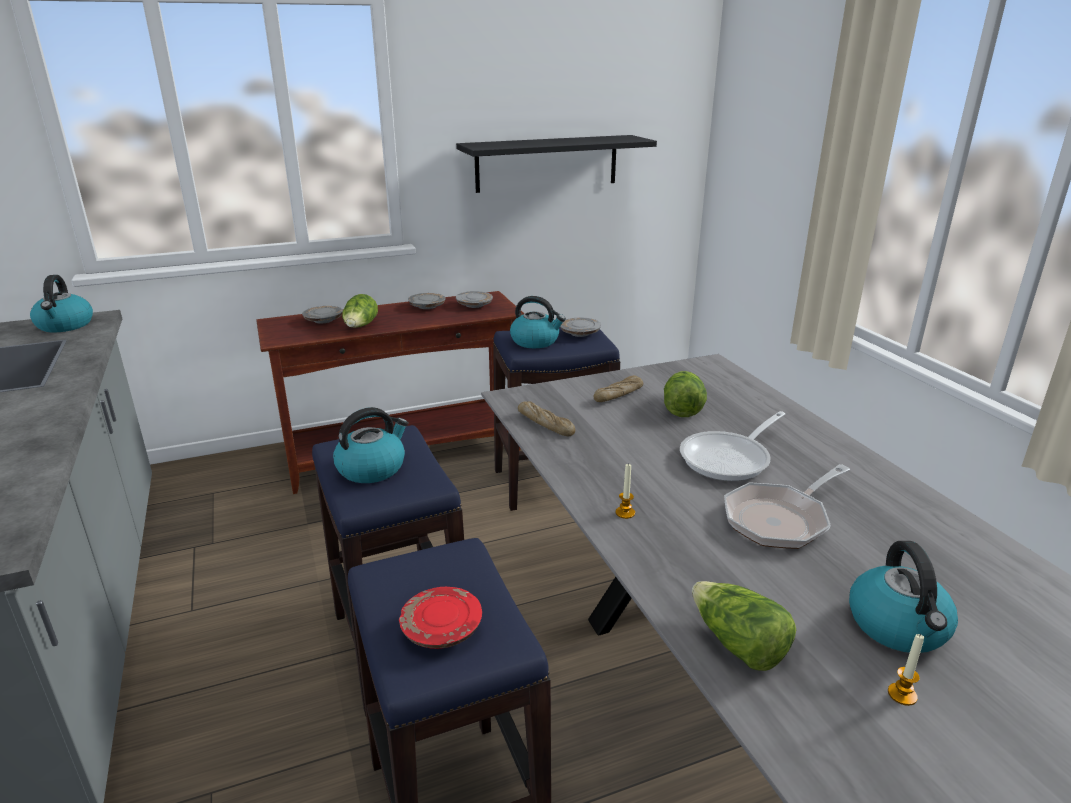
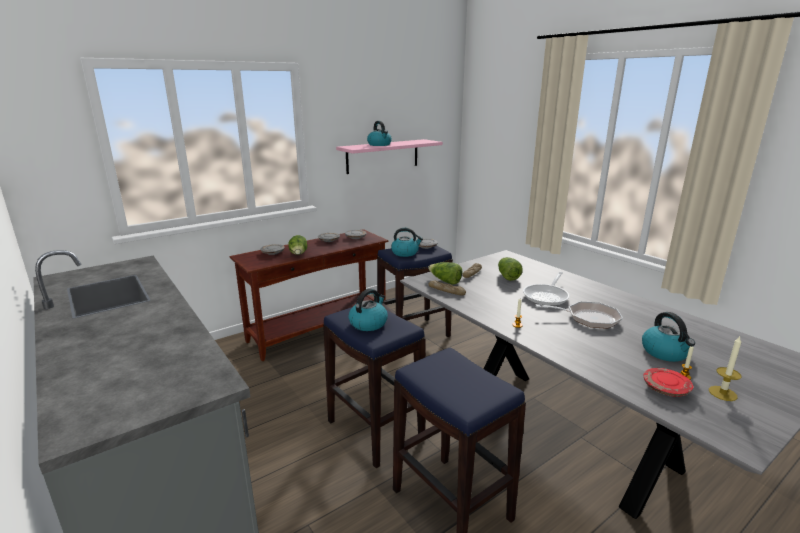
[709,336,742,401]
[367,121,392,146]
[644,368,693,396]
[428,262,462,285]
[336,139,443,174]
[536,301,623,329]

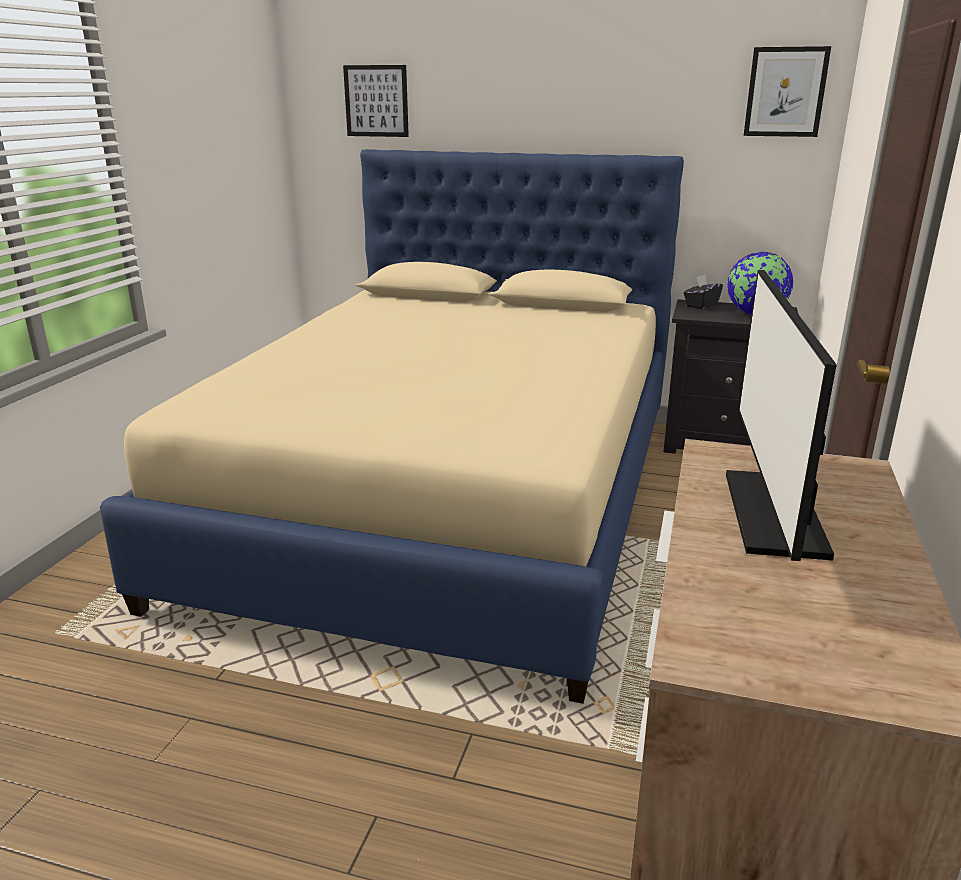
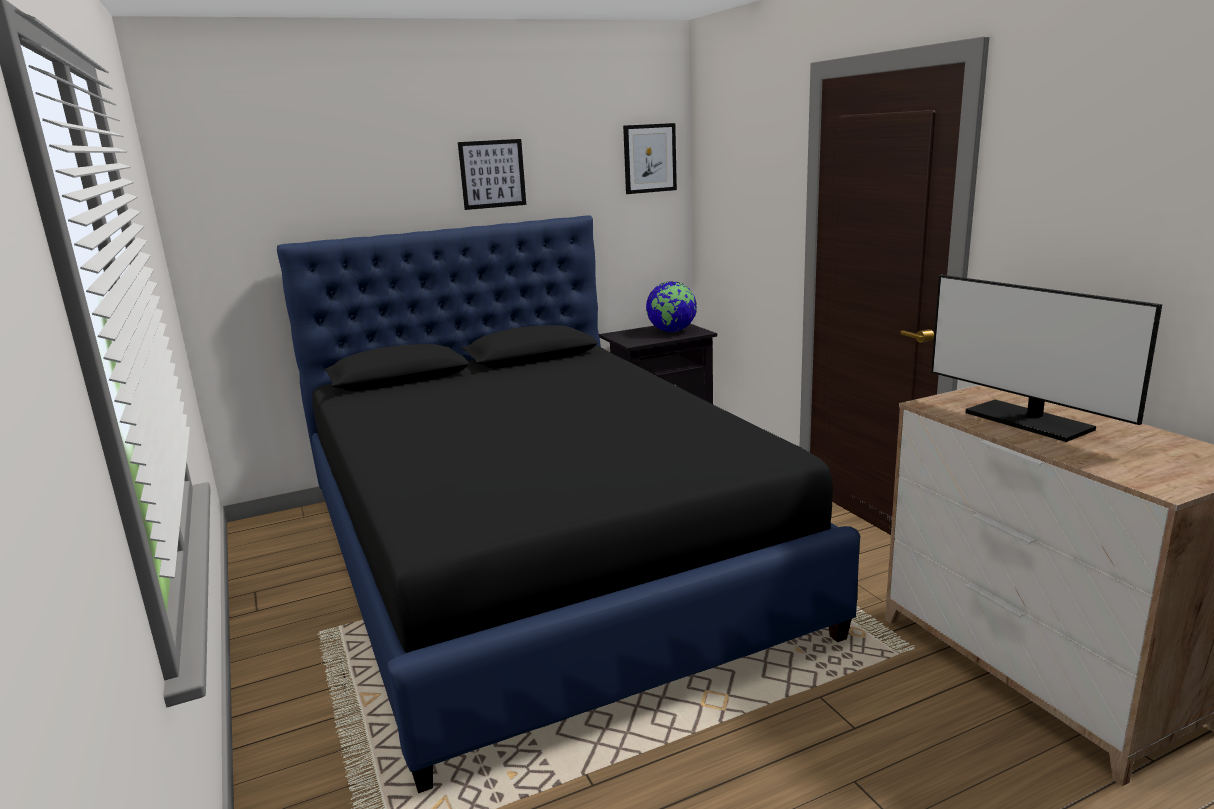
[684,274,723,309] (first image)
[458,139,526,210]
[277,215,860,793]

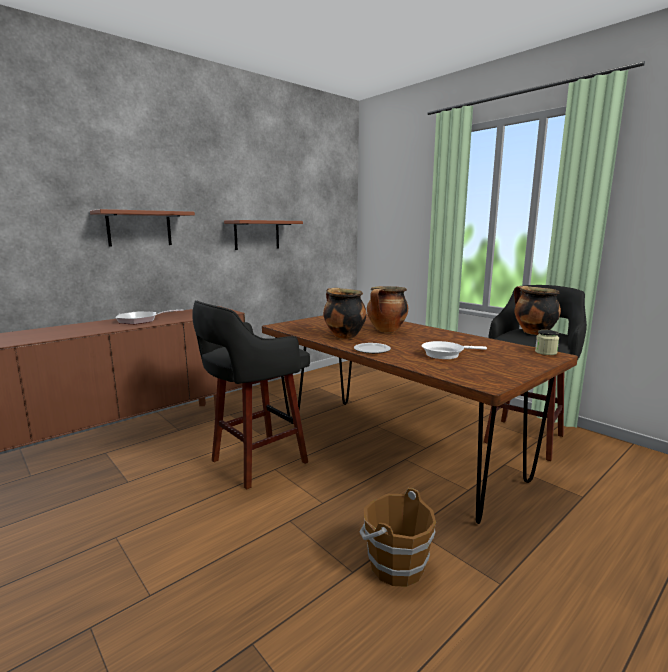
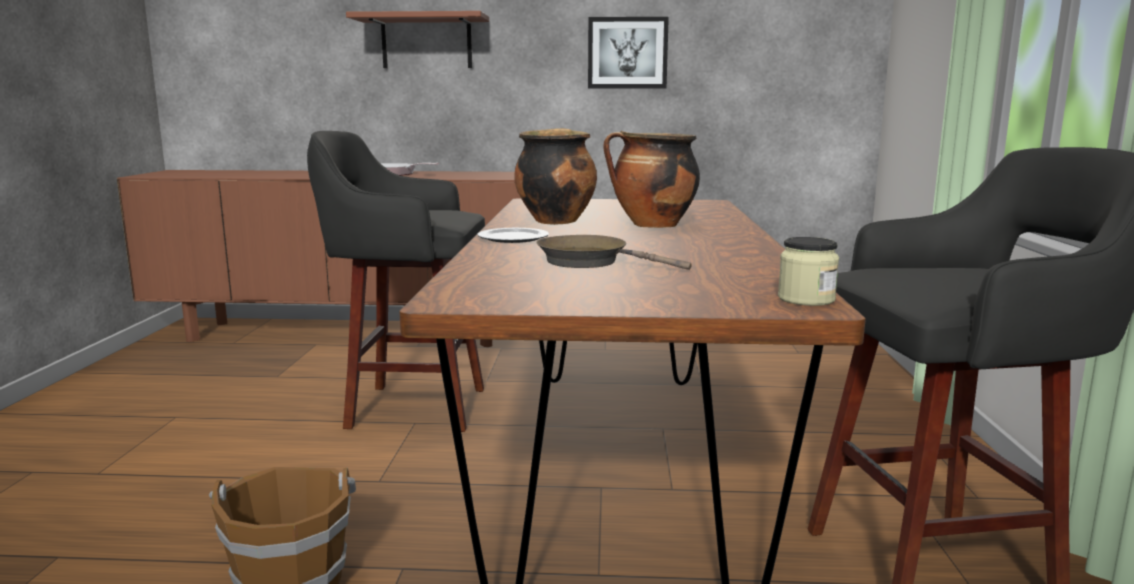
[514,286,561,335] (first image)
[588,17,669,89]
[537,235,692,270]

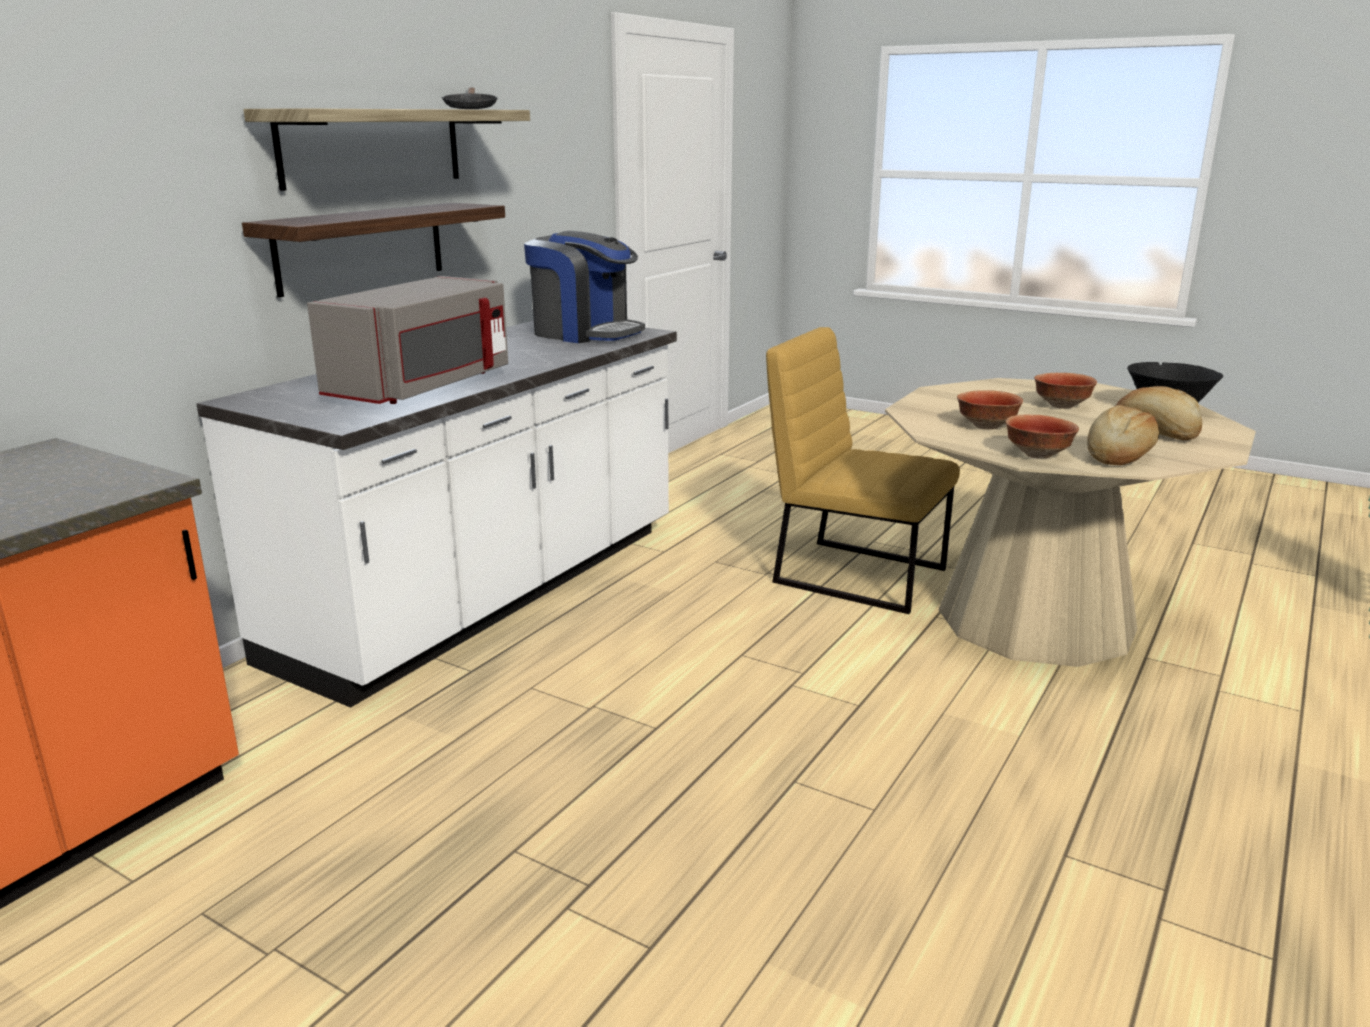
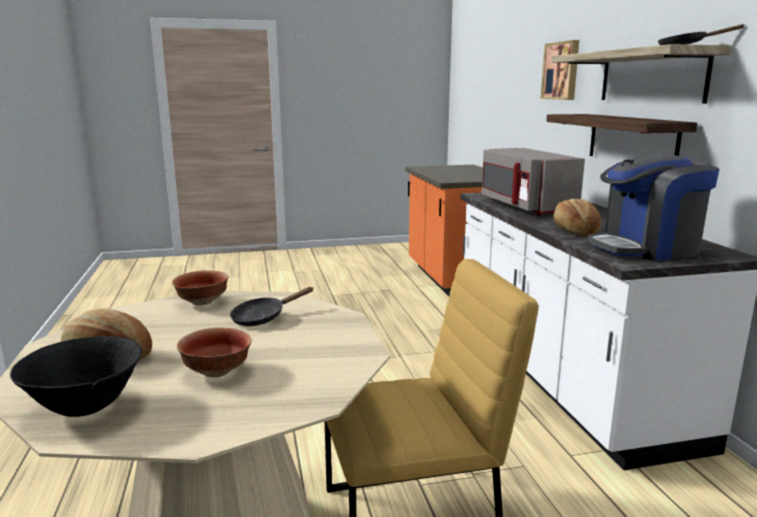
[540,40,579,100]
[553,199,601,236]
[230,287,314,326]

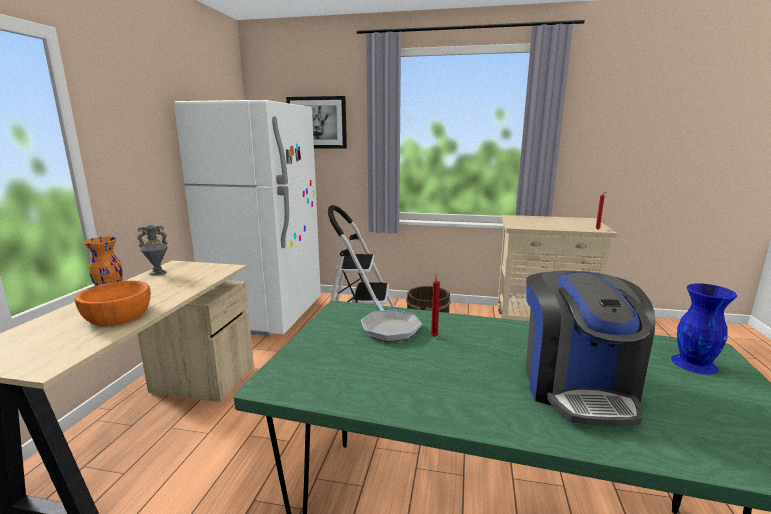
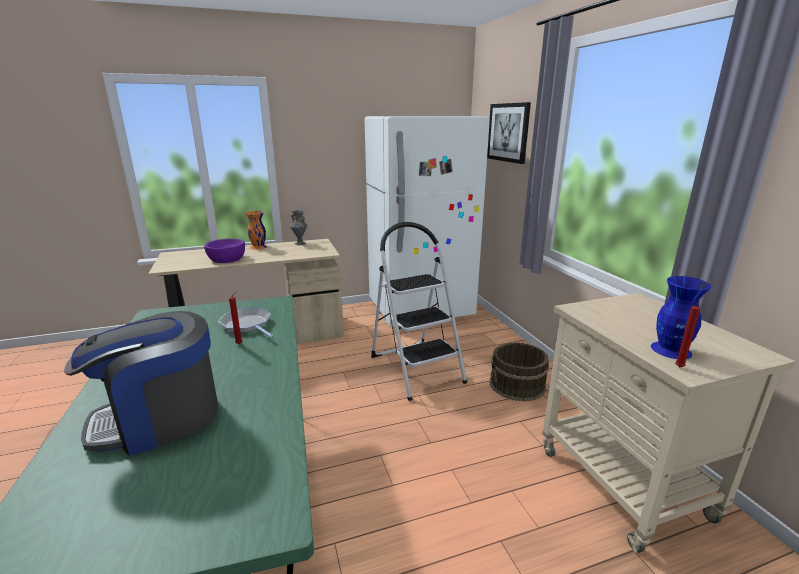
[651,276,711,359]
[204,238,245,263]
[218,308,274,338]

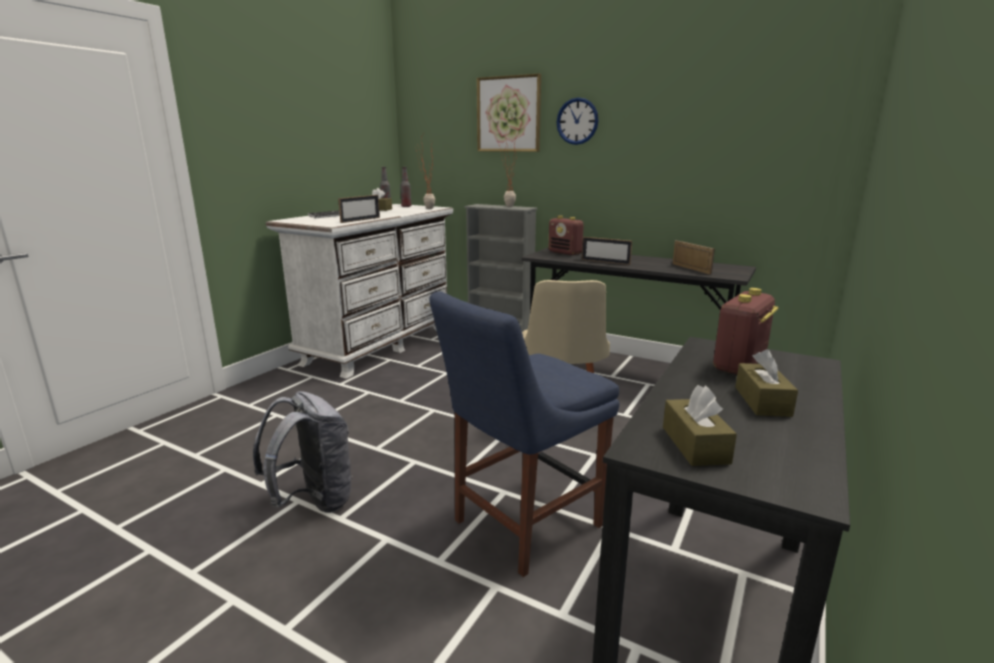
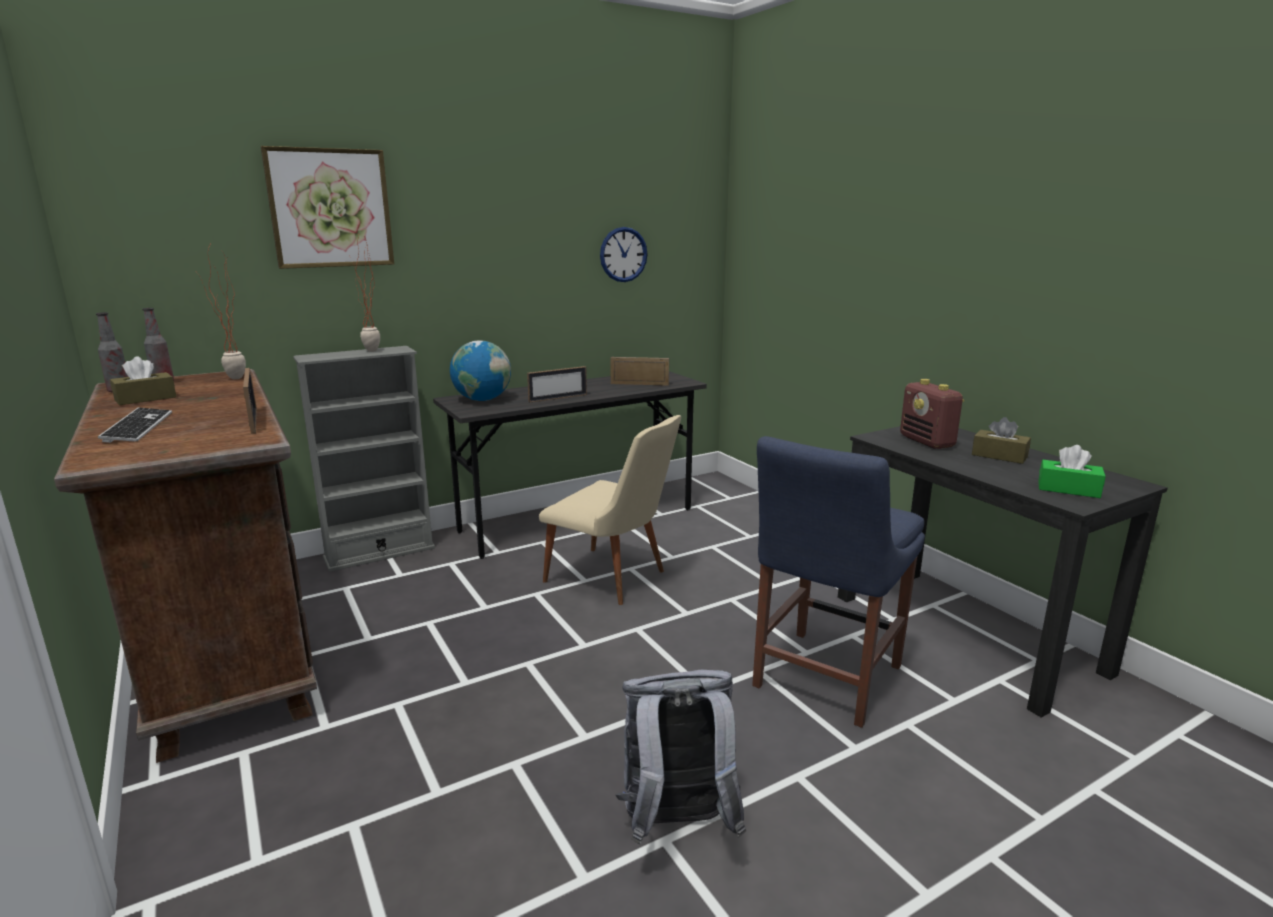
[600,227,648,282]
[450,340,511,401]
[54,369,317,763]
[1038,445,1106,498]
[752,436,925,728]

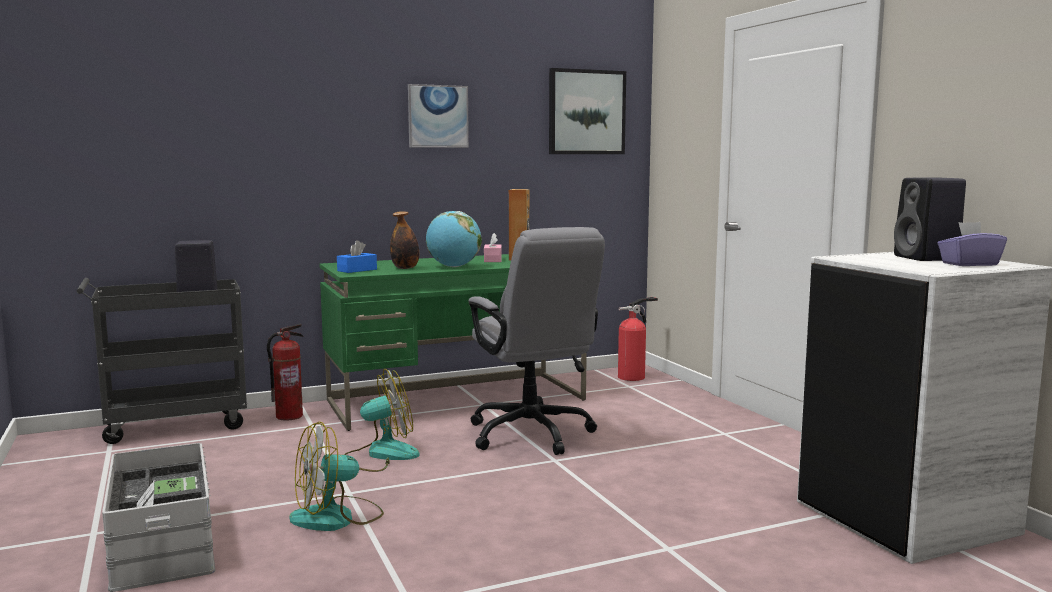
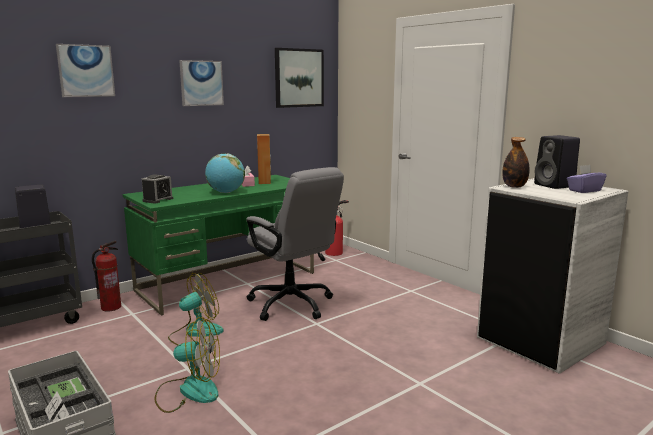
[56,44,115,97]
[502,137,529,188]
[142,174,173,204]
[155,317,220,413]

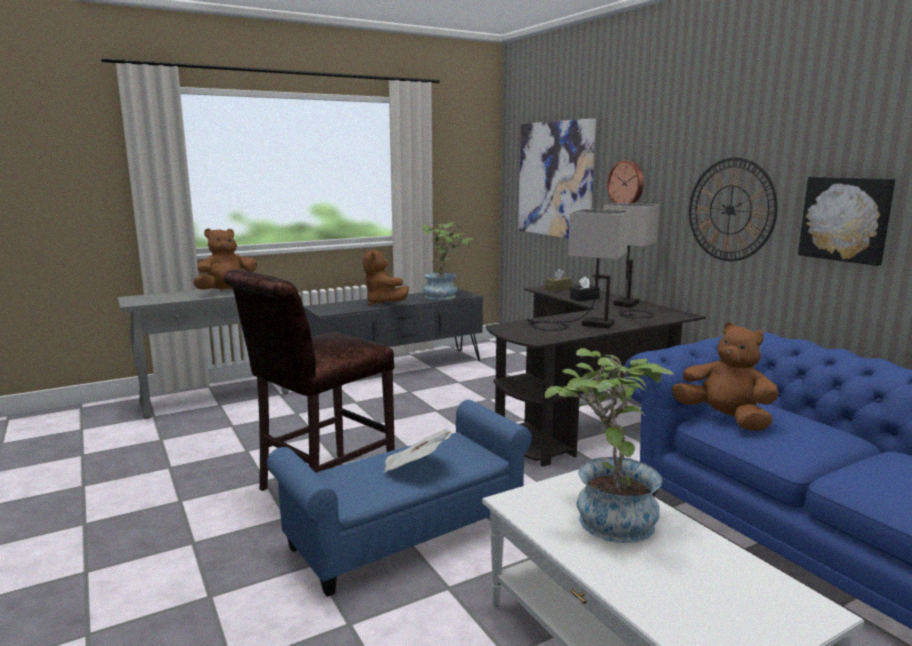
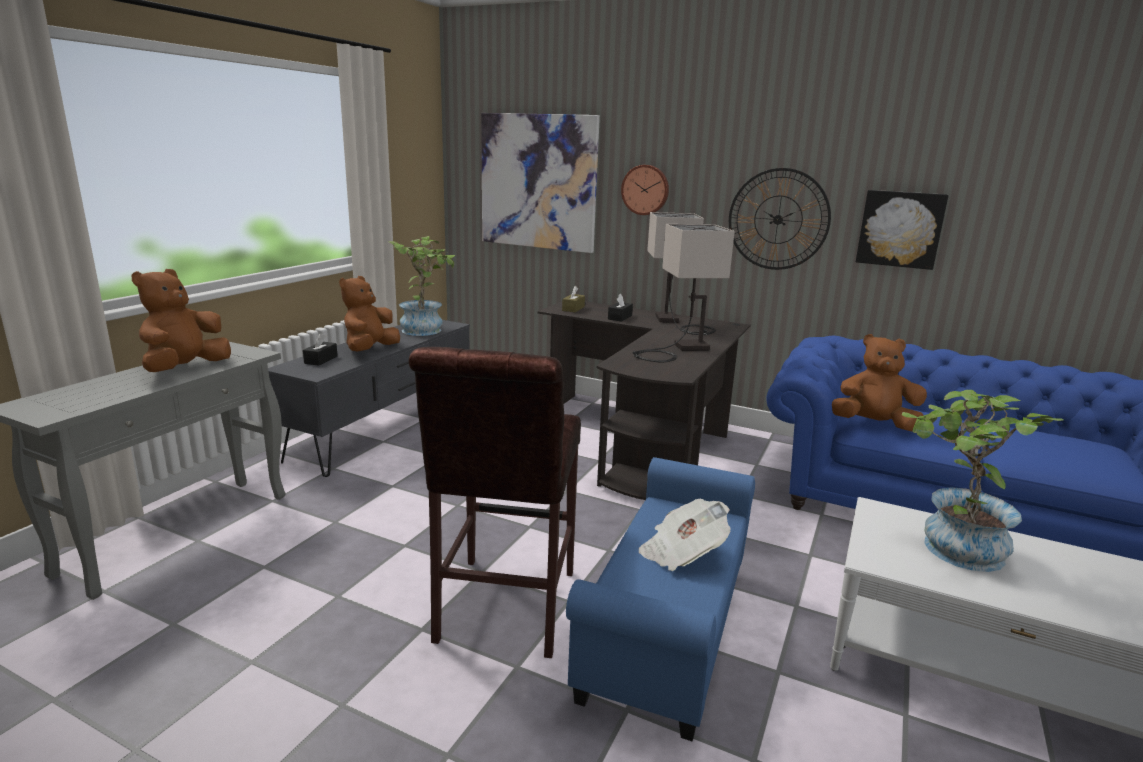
[303,333,338,366]
[339,276,400,352]

